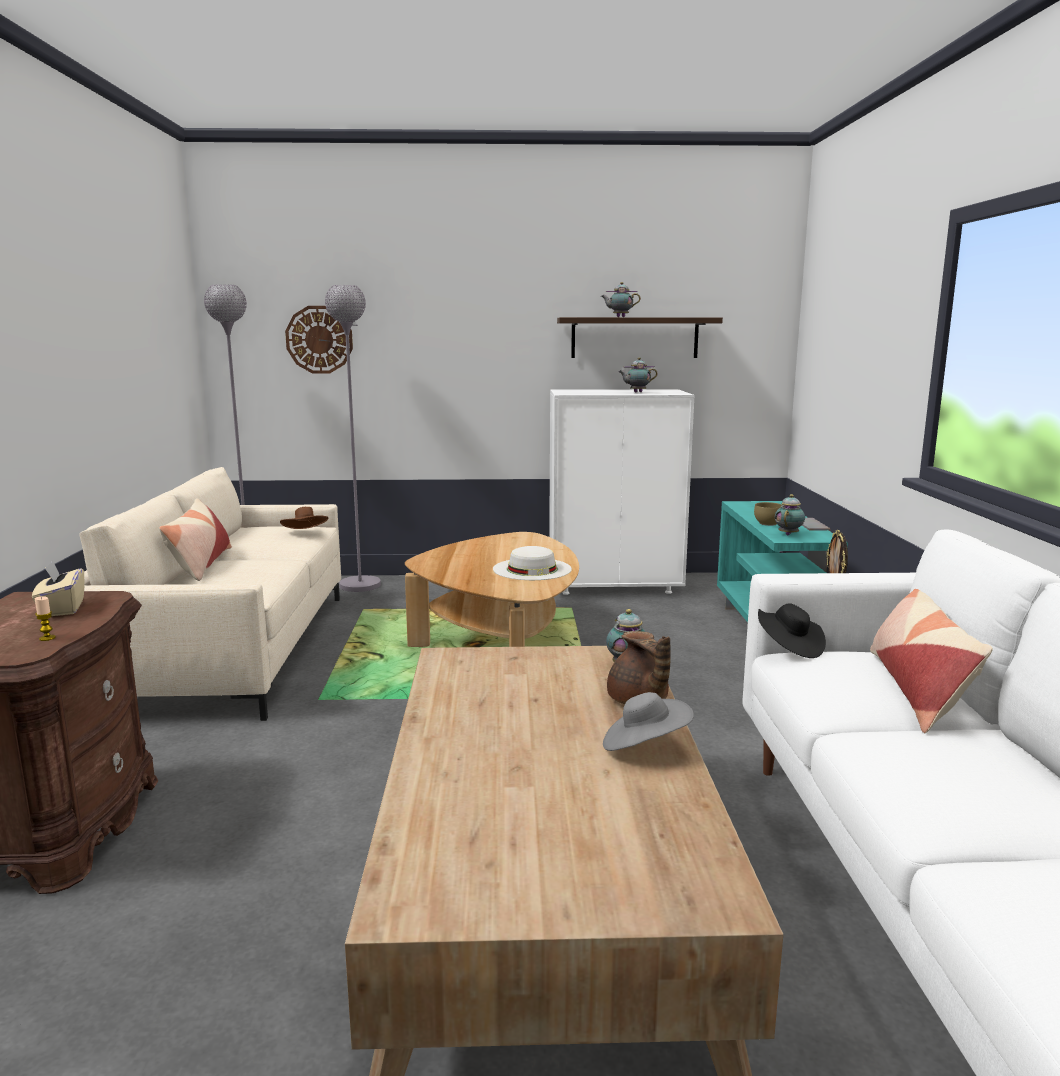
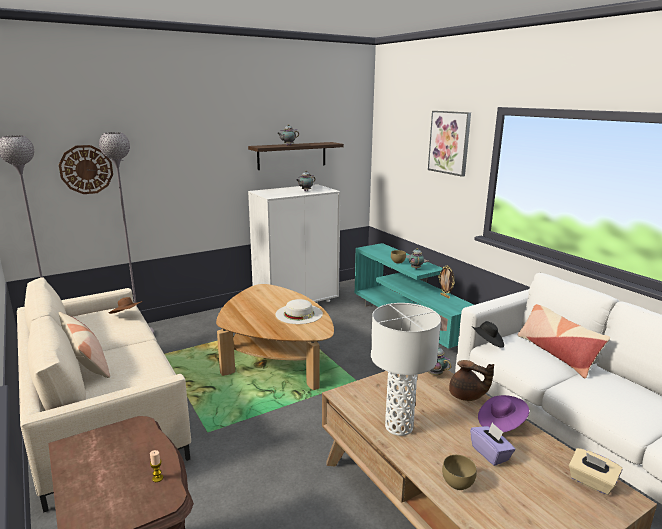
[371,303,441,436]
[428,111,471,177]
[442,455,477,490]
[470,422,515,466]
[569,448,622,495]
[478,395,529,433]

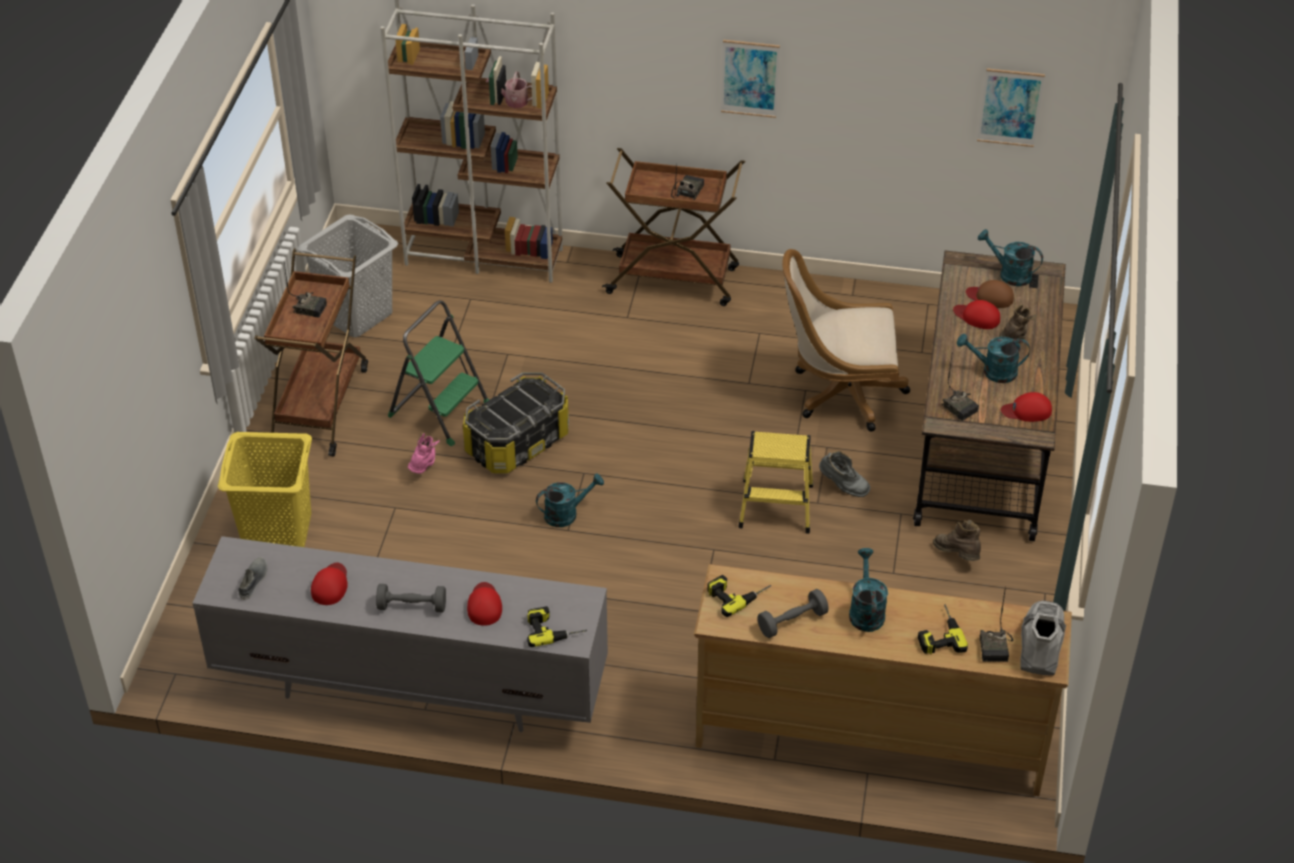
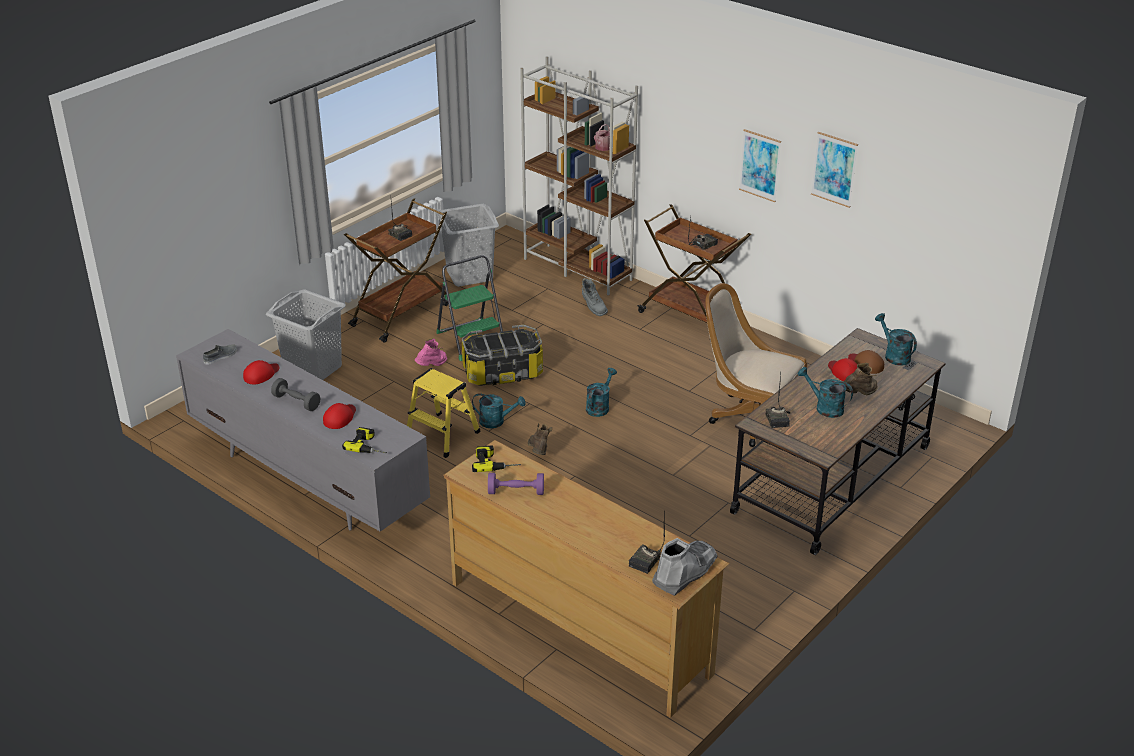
[918,604,968,655] (first image)
[1001,392,1052,422] (first image)
[407,368,481,458]
[582,278,608,316]
[586,368,617,417]
[528,423,552,455]
[811,132,858,208]
[266,289,346,380]
[488,473,544,495]

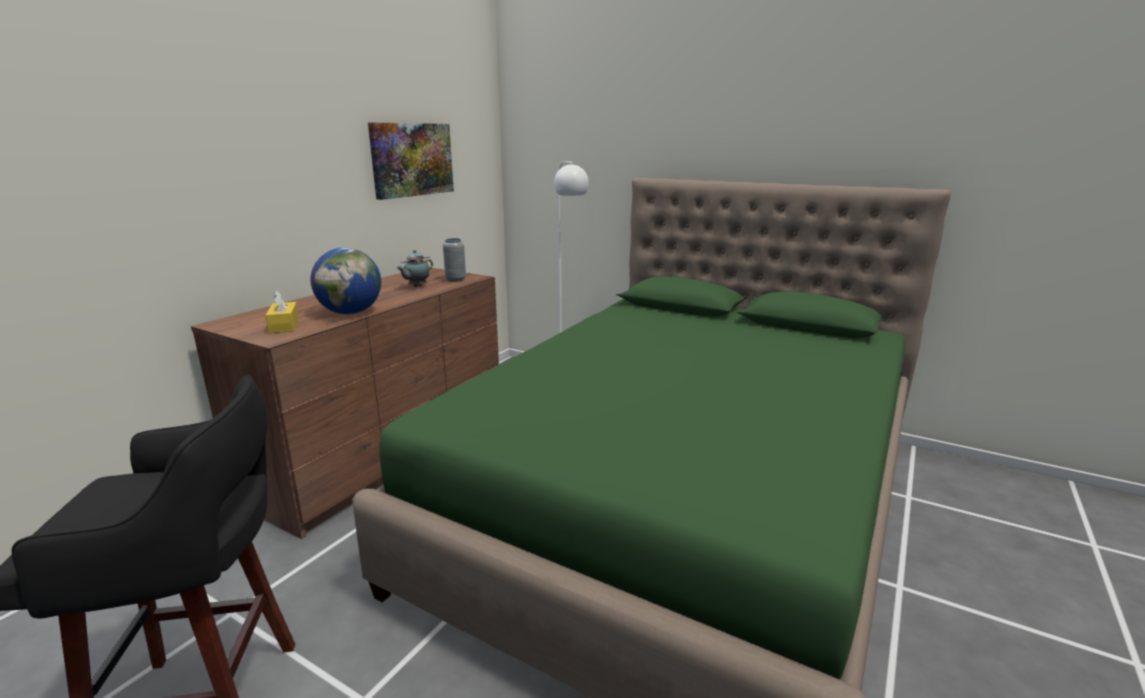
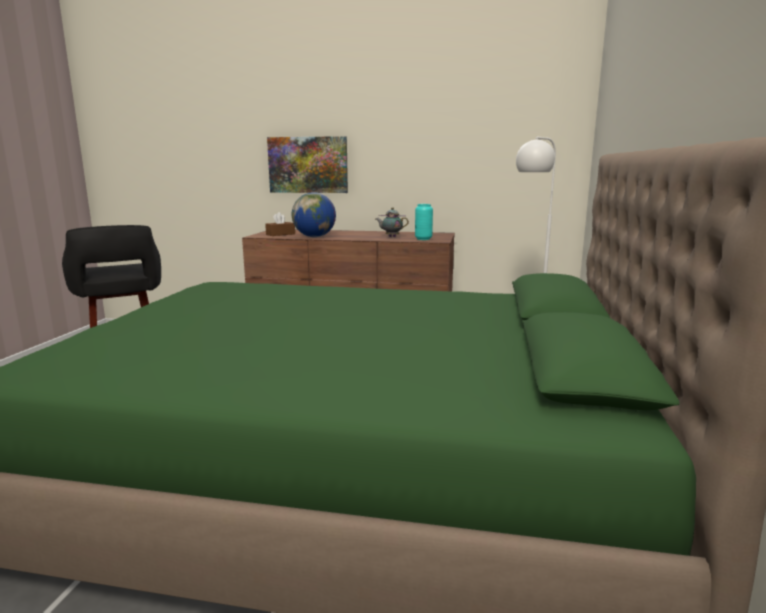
[267,136,348,193]
[265,212,295,236]
[415,204,433,240]

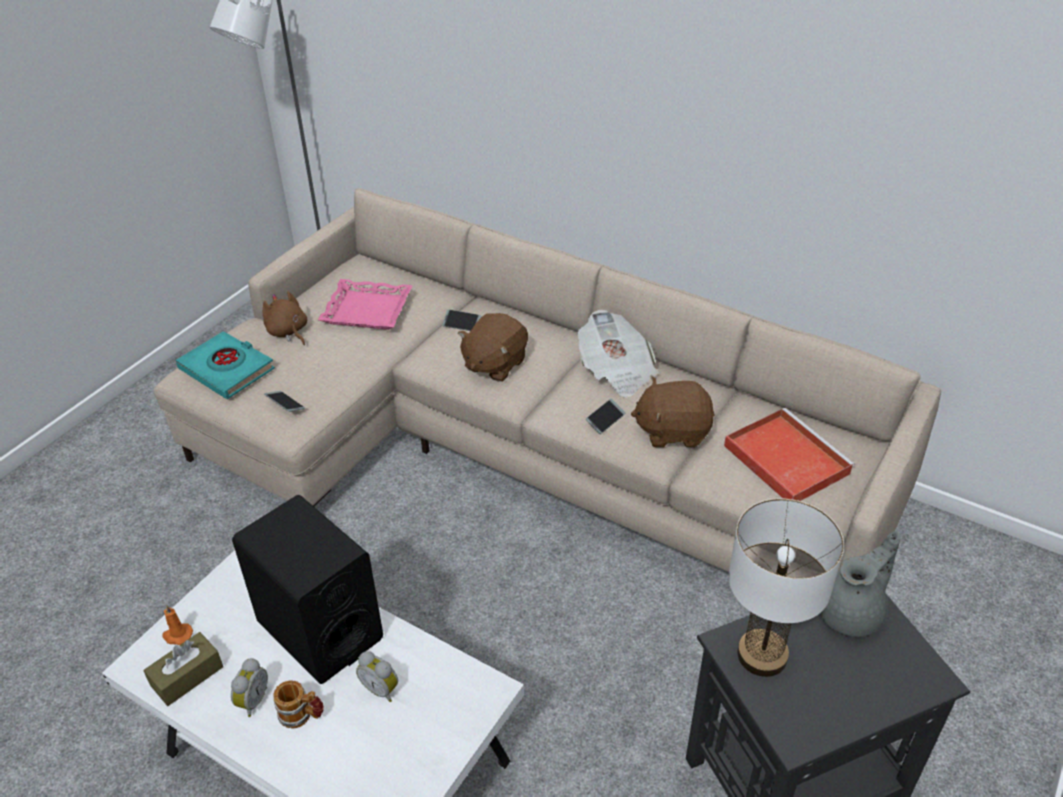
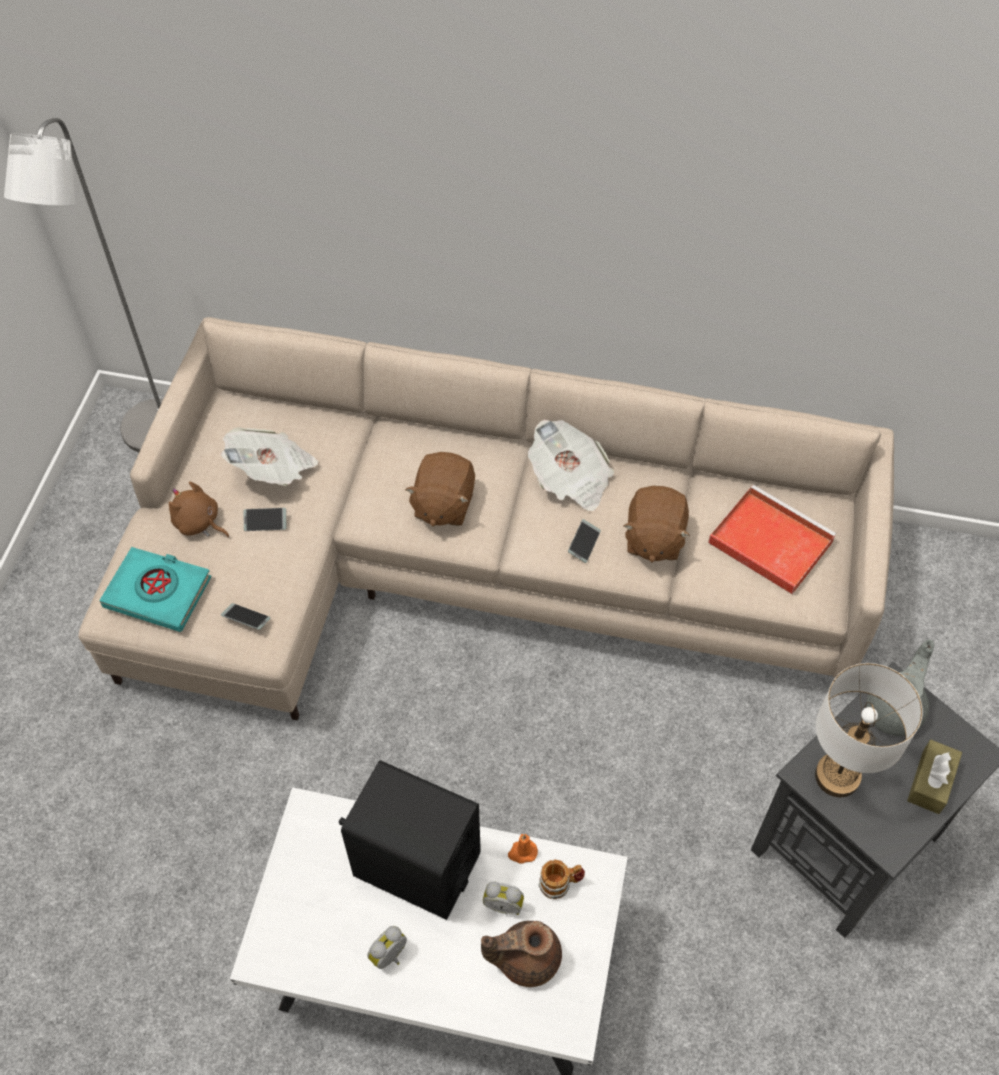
[481,921,562,987]
[907,740,962,814]
[508,834,538,864]
[538,860,585,899]
[243,508,286,531]
[221,427,318,486]
[367,926,407,969]
[624,486,690,562]

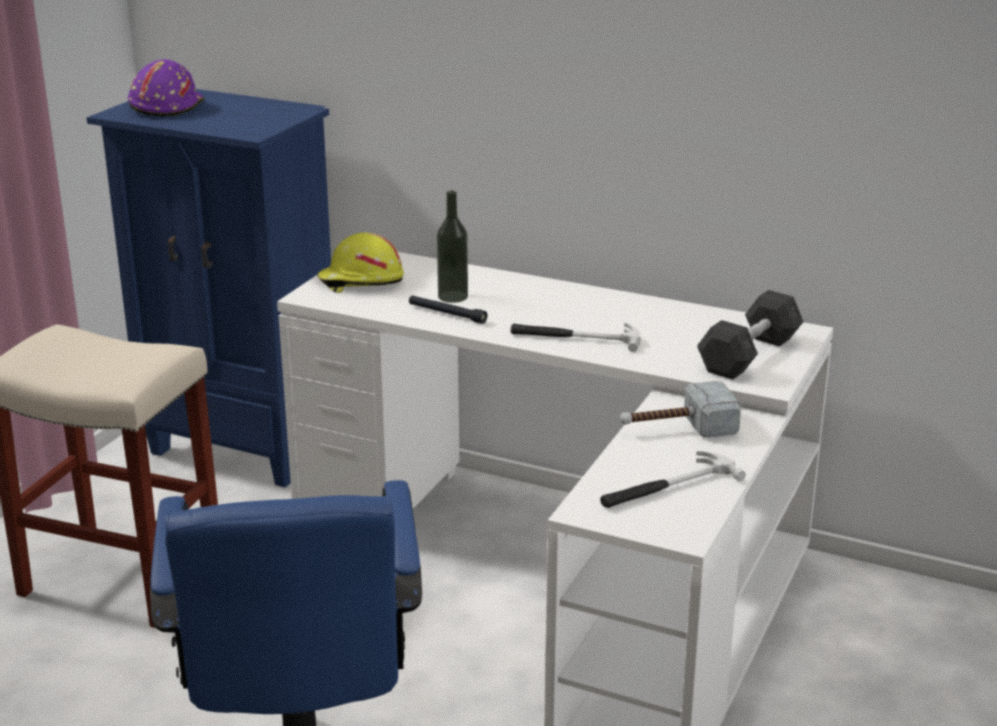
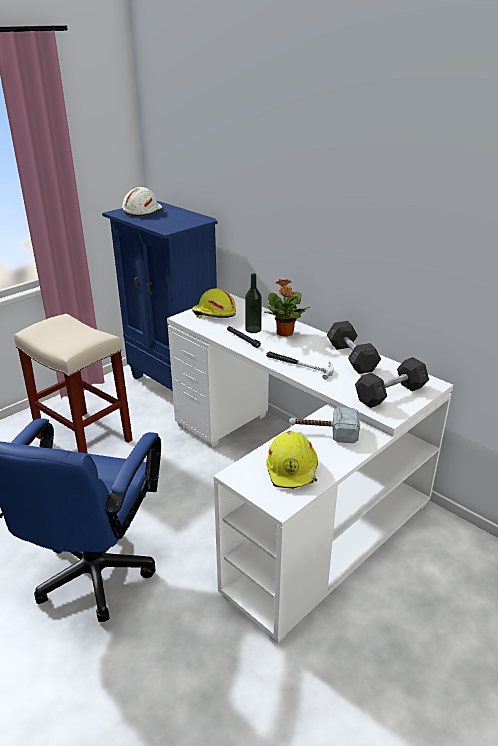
[264,279,310,336]
[327,321,381,374]
[267,431,318,489]
[122,187,163,217]

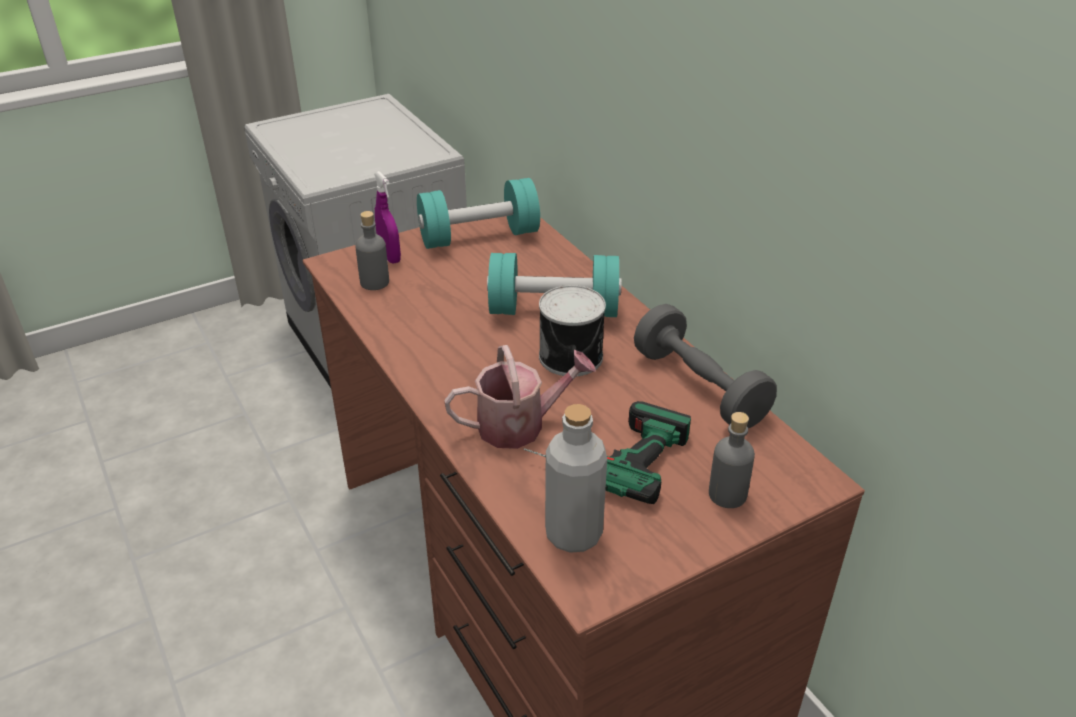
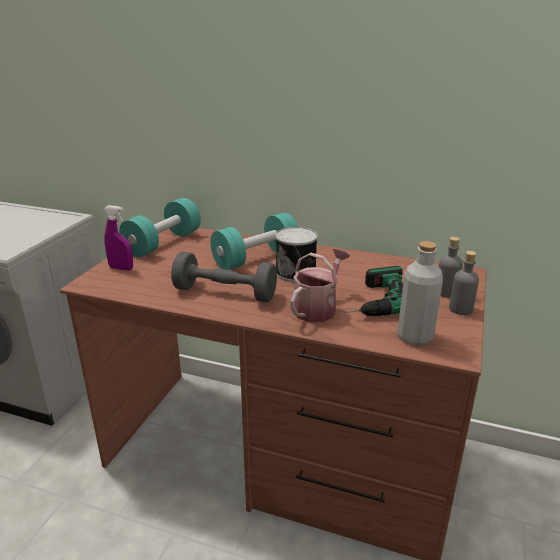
[449,251,479,315]
[171,251,277,302]

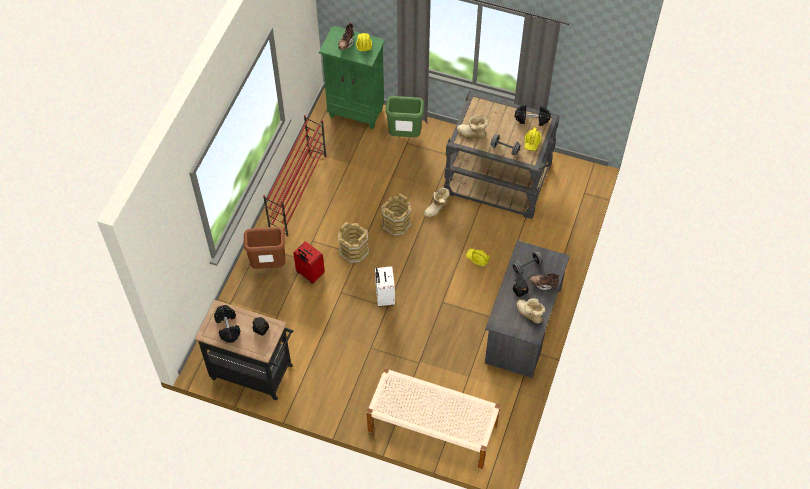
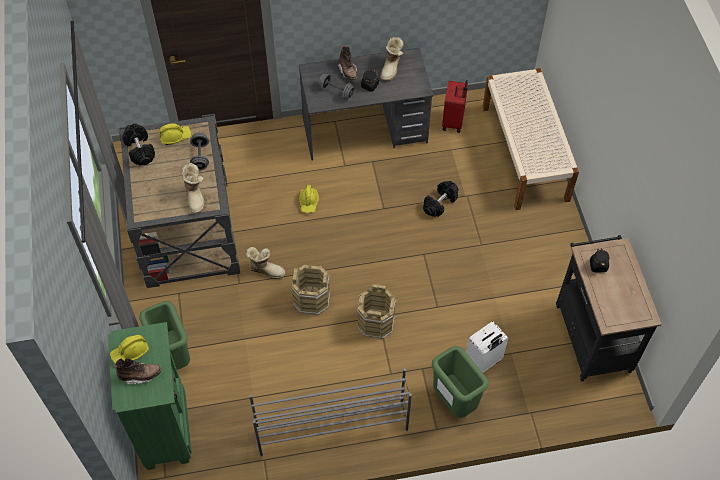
[423,181,458,217]
[442,80,468,133]
[466,321,508,373]
[432,346,489,418]
[249,368,412,457]

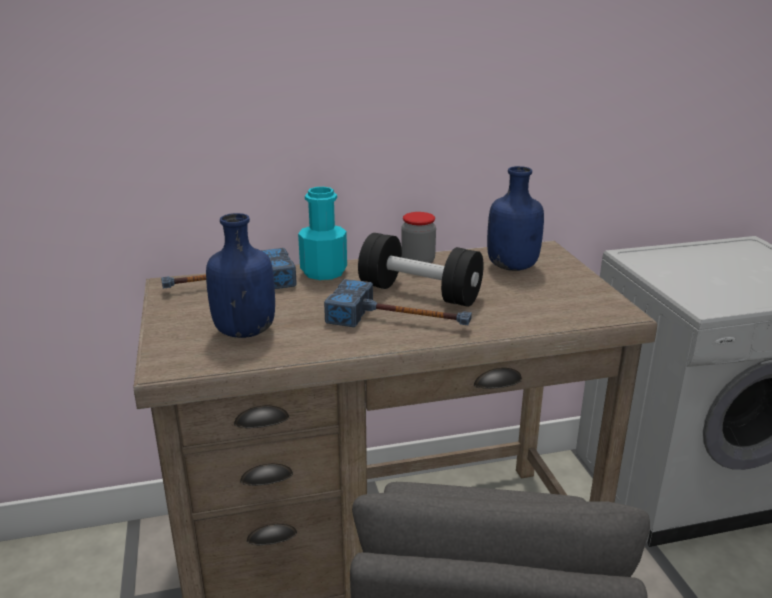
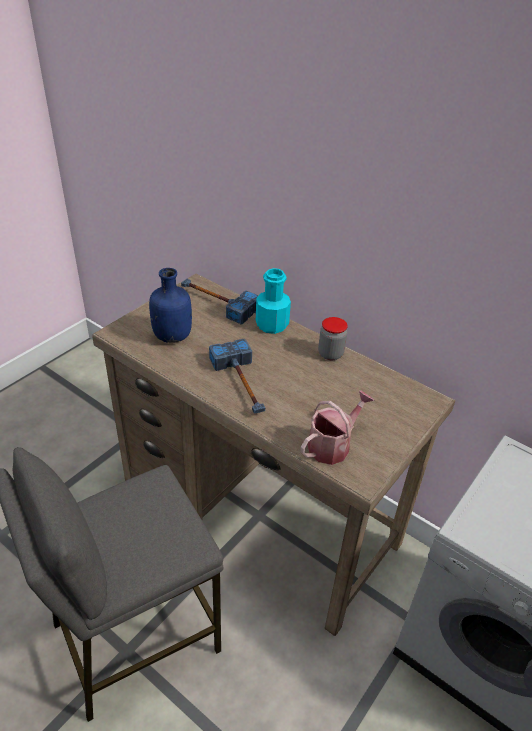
[358,233,484,307] (first image)
[487,166,544,271] (first image)
[300,391,374,465]

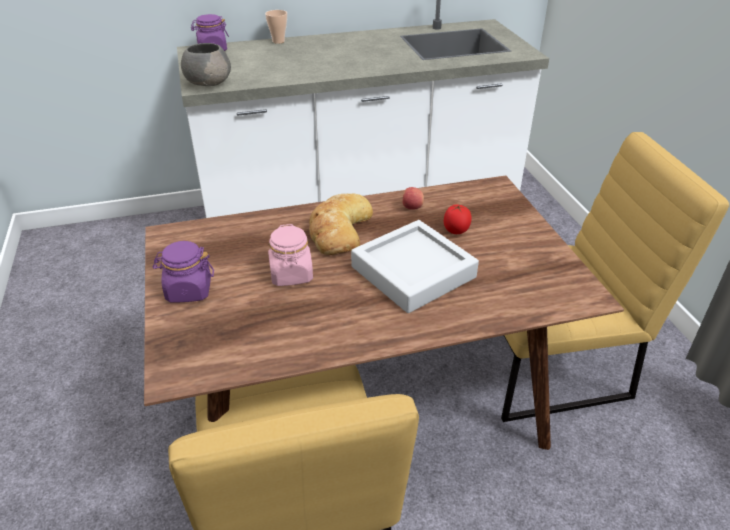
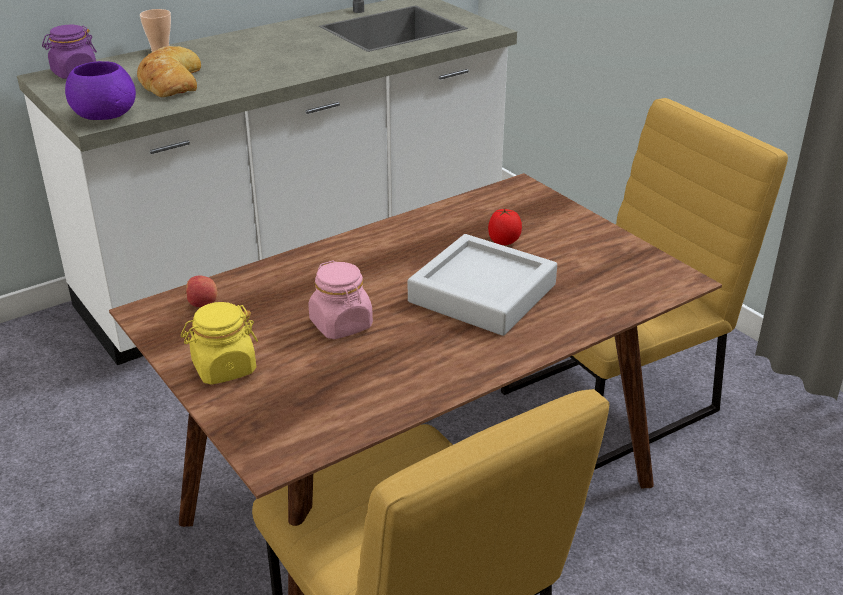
[137,46,201,97]
[185,276,217,307]
[181,302,258,385]
[65,61,136,120]

